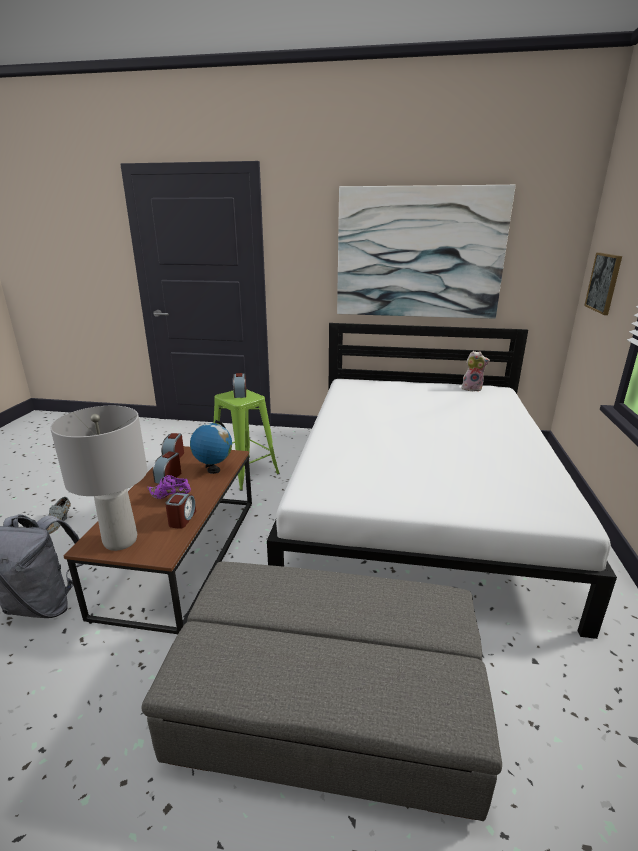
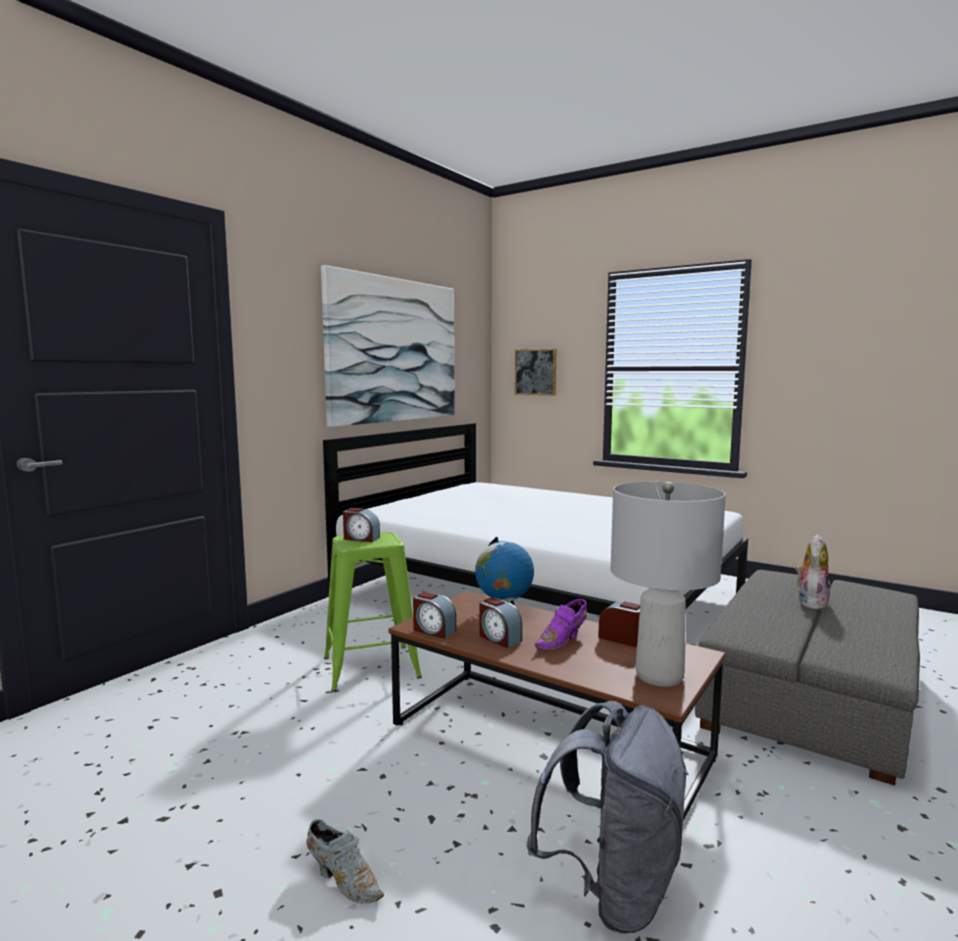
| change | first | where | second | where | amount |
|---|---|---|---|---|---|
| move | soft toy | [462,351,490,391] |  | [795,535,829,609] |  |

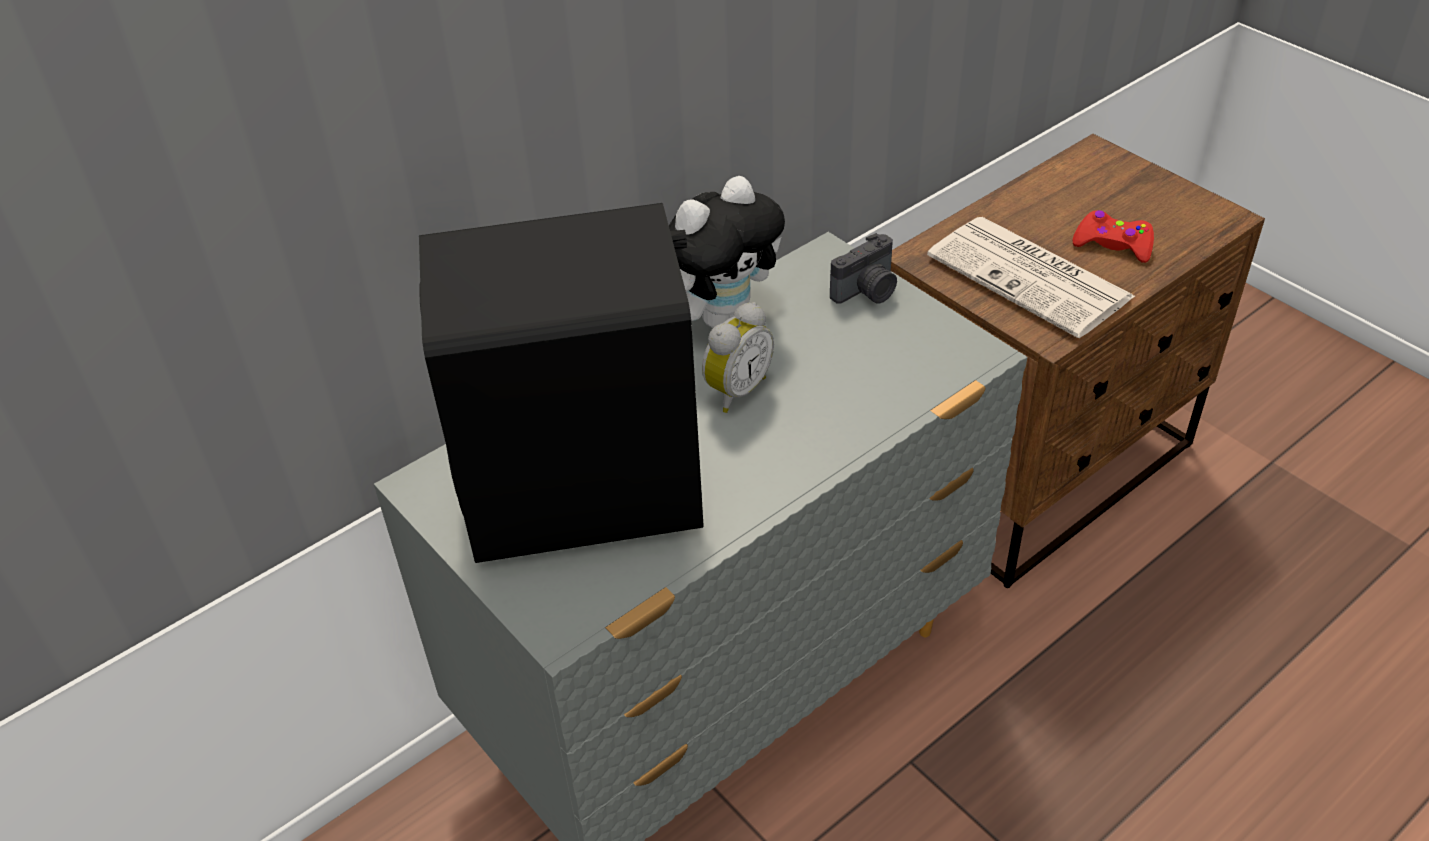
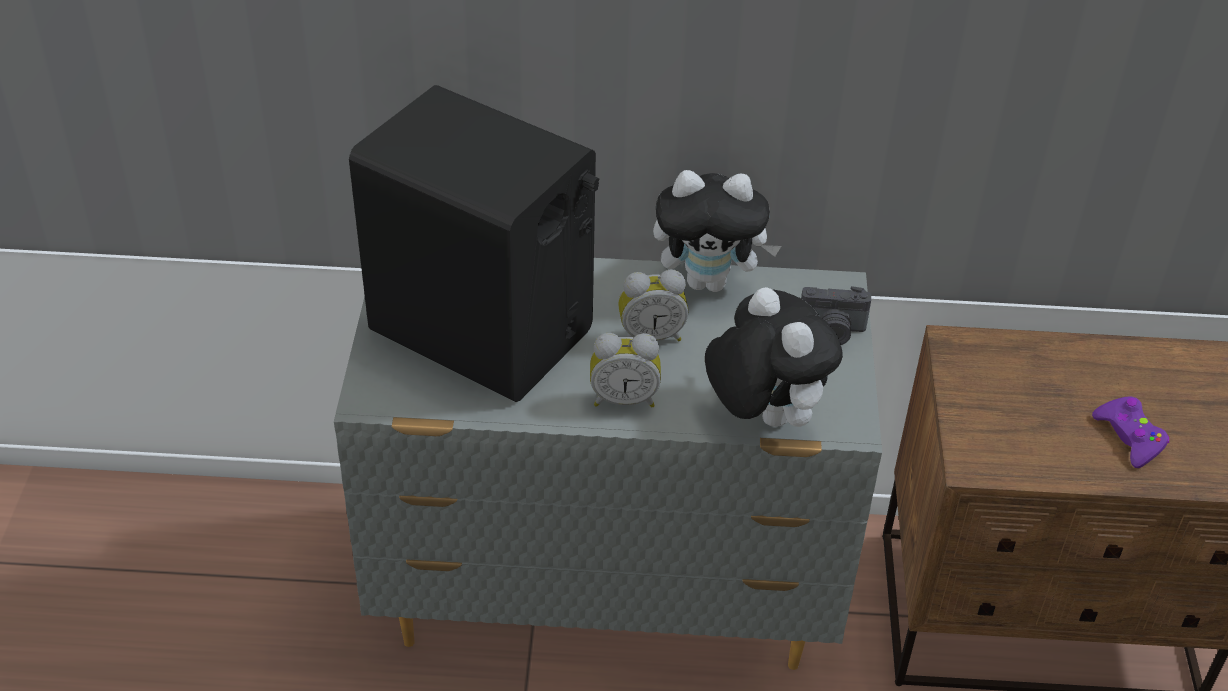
| change | first | where | second | where | amount |
|---|---|---|---|---|---|
| recolor | reddish game controller | [1073,210,1154,263] | purple game controller | [1092,397,1169,468] |  |
| delete | daily paper | [927,217,1136,338] |  |  |  |
| insert |  |  | soft toy | [705,287,843,427] |  |
| insert |  |  | table clock | [590,333,661,407] |  |

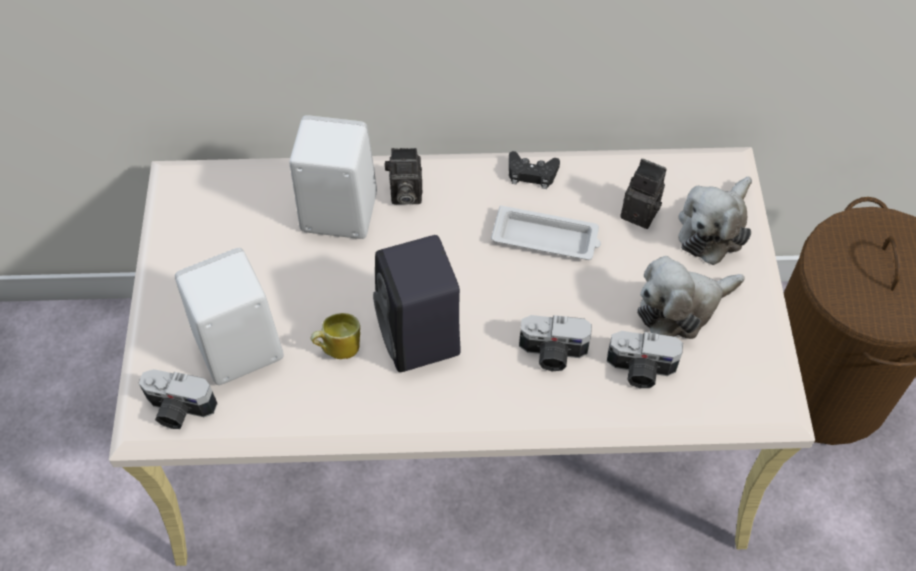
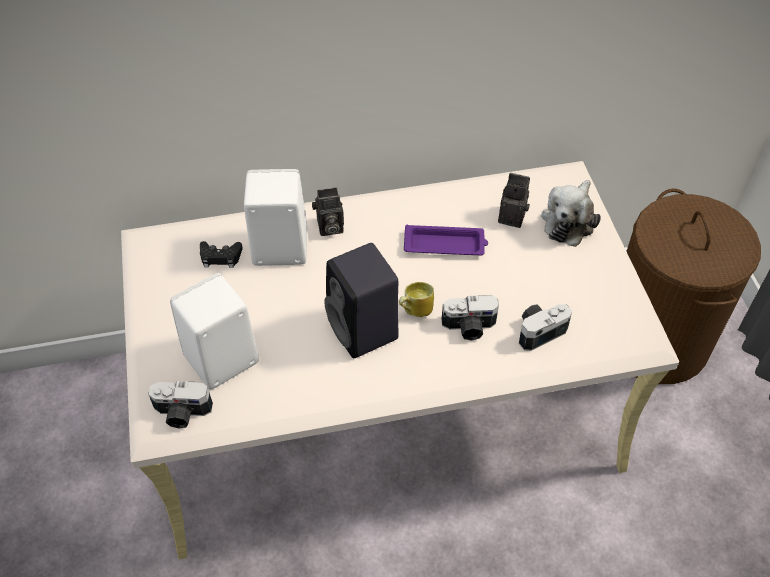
| change | first | where | second | where | amount |
|---|---|---|---|---|---|
| move | black-coloured game controller | [509,151,560,189] |  | [200,241,243,268] |  |
| recolor | whitish tray | [491,205,601,260] | purple tray | [404,225,488,256] |  |
| delete | soft toy | [637,256,745,339] |  |  |  |
| move | mug | [311,313,360,359] |  | [398,282,434,317] |  |
| rotate | still camera | [607,331,683,388] |  | [519,304,572,351] | 150 degrees clockwise |

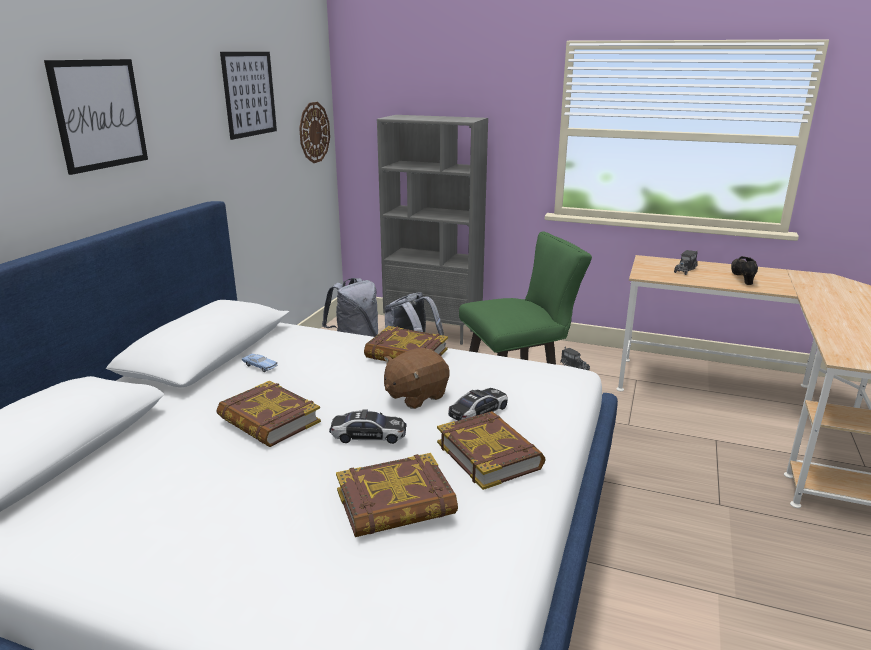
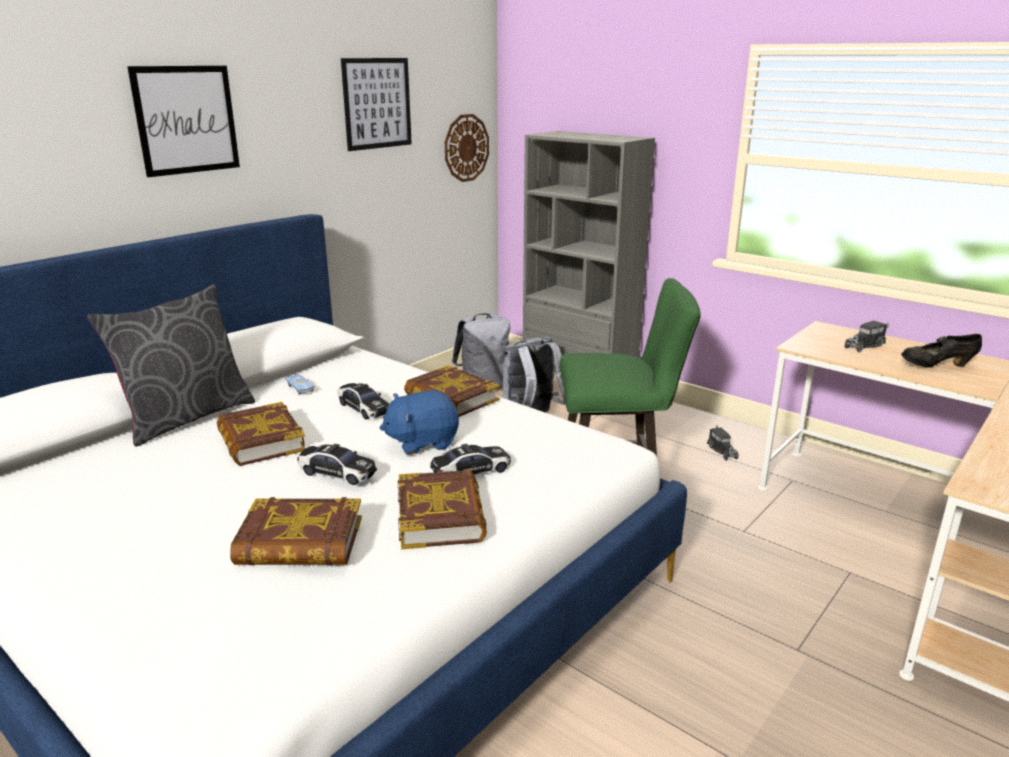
| change | first | where | second | where | amount |
|---|---|---|---|---|---|
| rotate | black-coloured shoe | [731,256,758,285] |  | [901,334,982,368] | 120 degrees counterclockwise |
| recolor | brown soft toy | [384,348,450,409] | bluish soft toy | [380,390,459,455] |  |
| insert |  |  | greyish throw pillow | [87,284,255,446] |  |
| insert |  |  | model car | [338,383,389,419] |  |

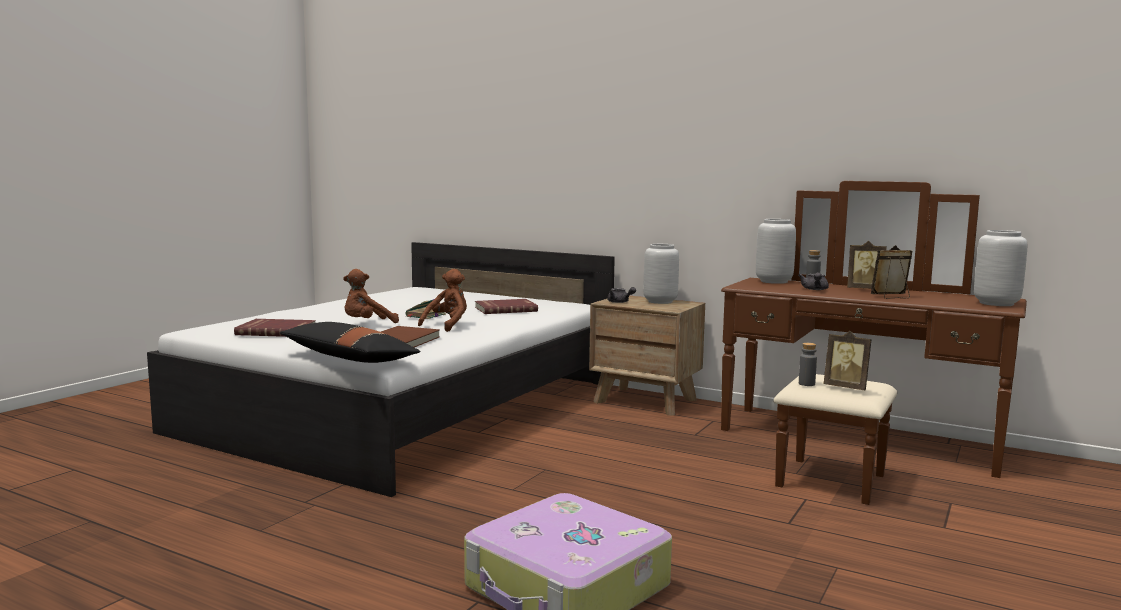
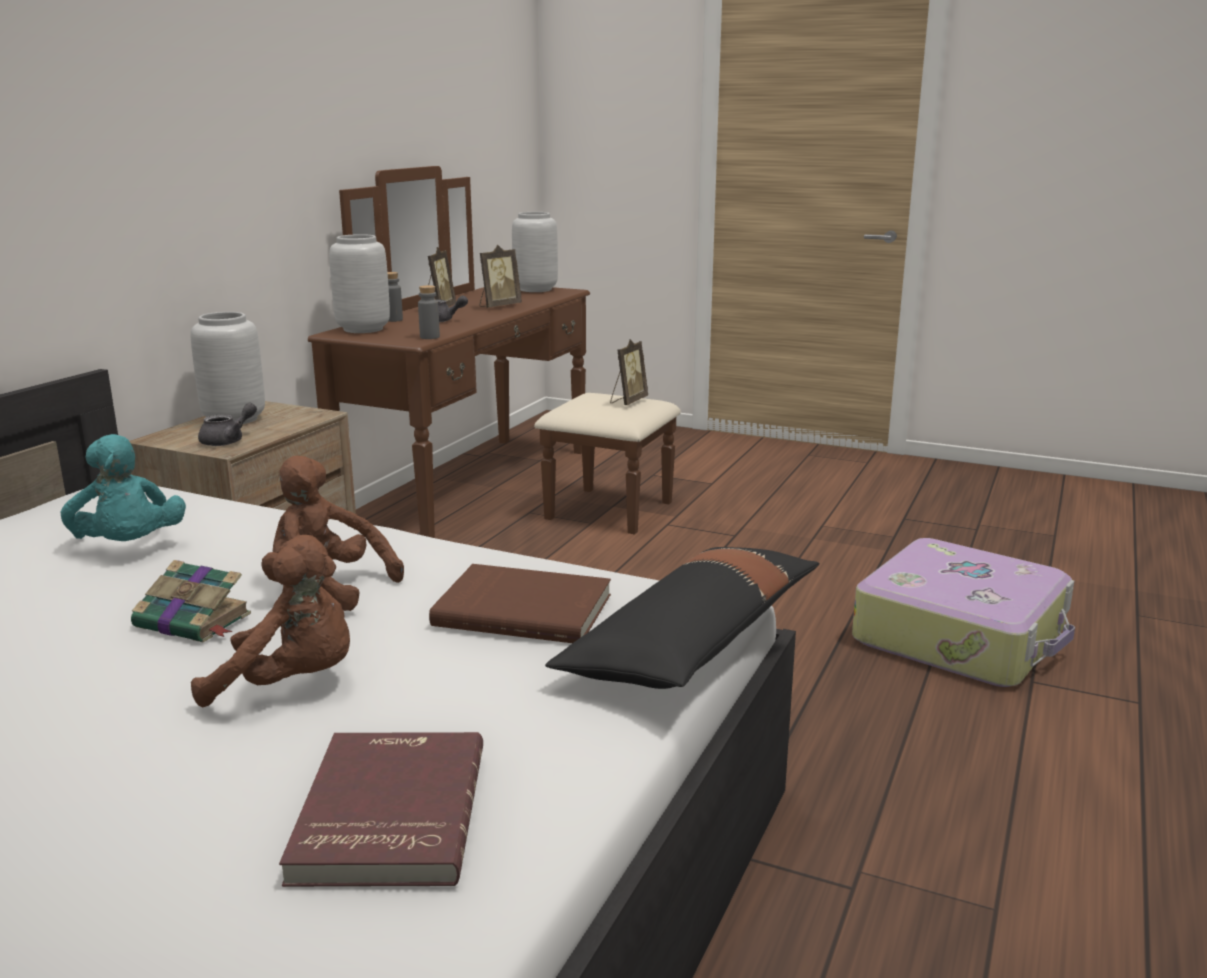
| change | first | where | second | where | amount |
|---|---|---|---|---|---|
| rotate | picture frame | [871,245,912,299] |  | [480,245,522,308] | 120 degrees counterclockwise |
| rotate | brown soft toy | [343,269,399,323] |  | [191,535,350,707] | 45 degrees counterclockwise |
| replace | reddish volume | [475,299,538,314] | blue-green soft toy | [61,434,186,541] |  |
| move | greyish drink bottle | [799,343,817,386] |  | [418,285,440,339] |  |

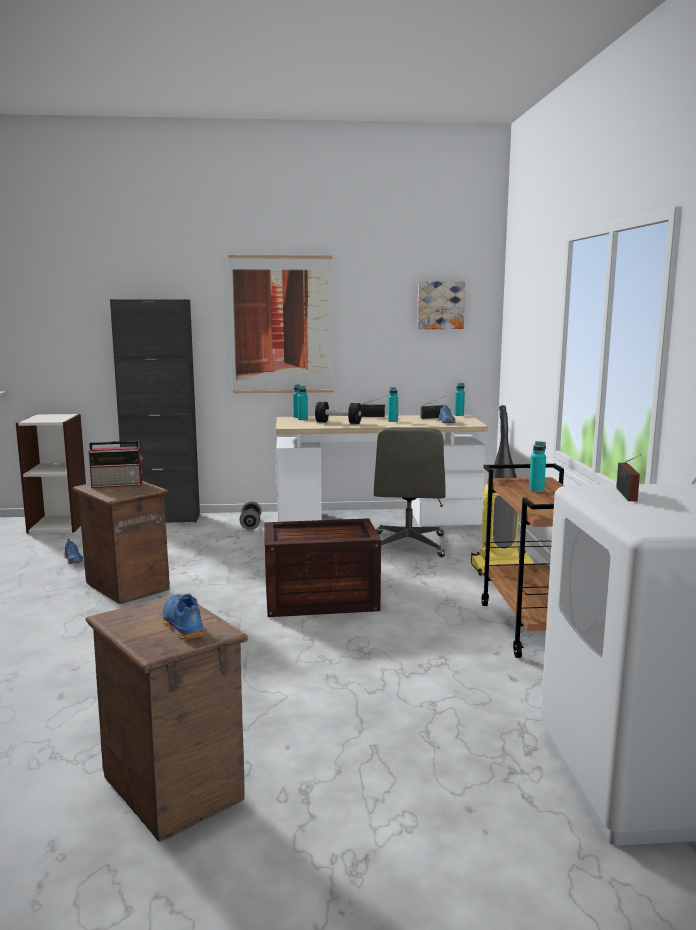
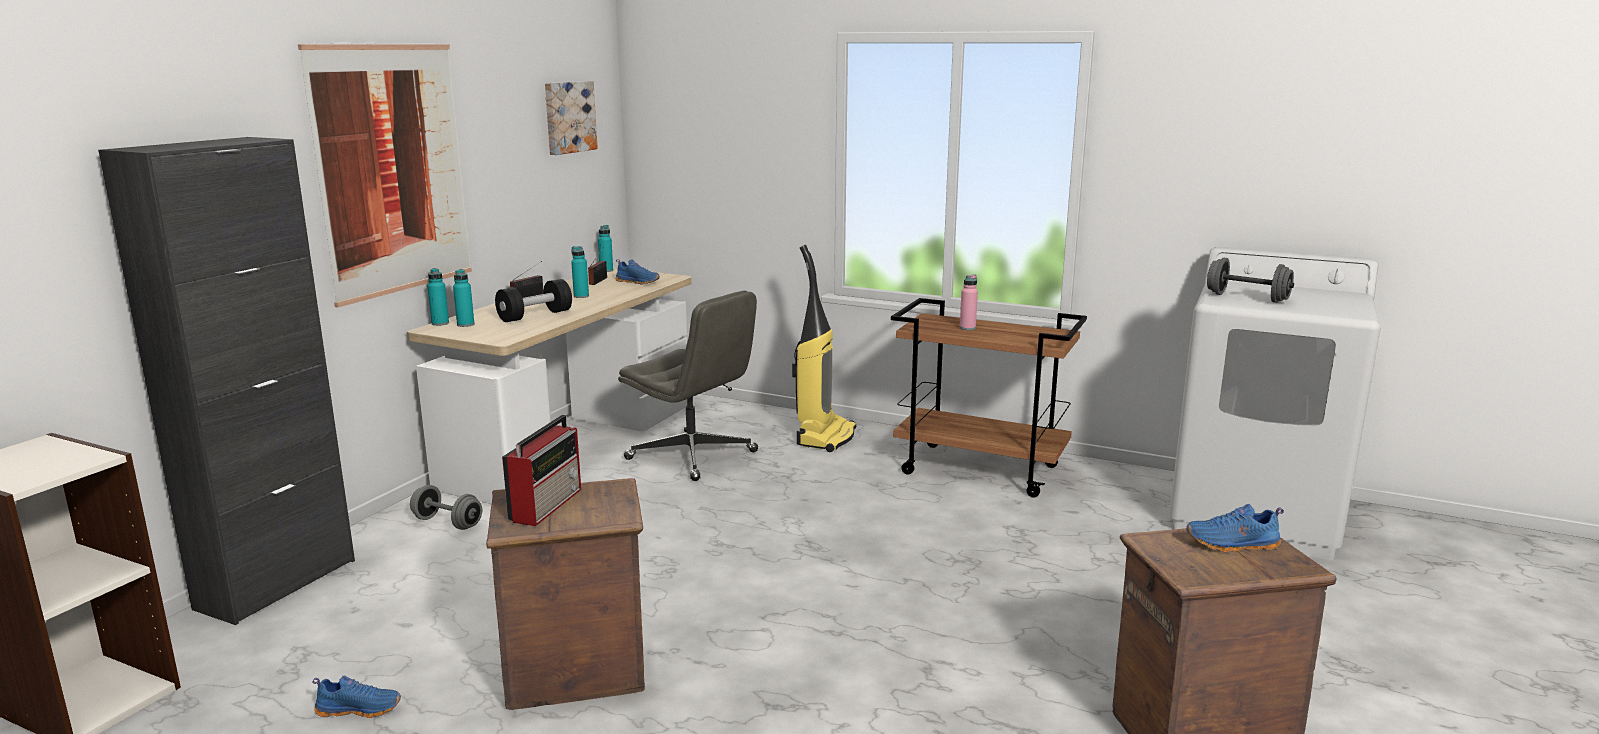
| change | first | where | second | where | amount |
|---|---|---|---|---|---|
| recolor | blue-green drink bottle | [529,441,546,492] | pinkish drink bottle | [960,274,978,330] |  |
| replace | radio | [616,455,641,501] | greyish free weight | [1207,258,1294,303] |  |
| delete | packing crate | [264,518,381,617] |  |  |  |

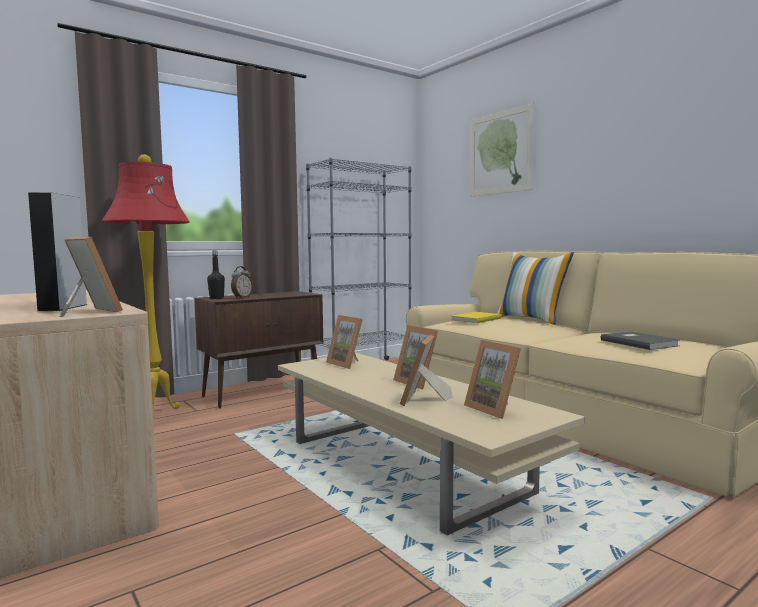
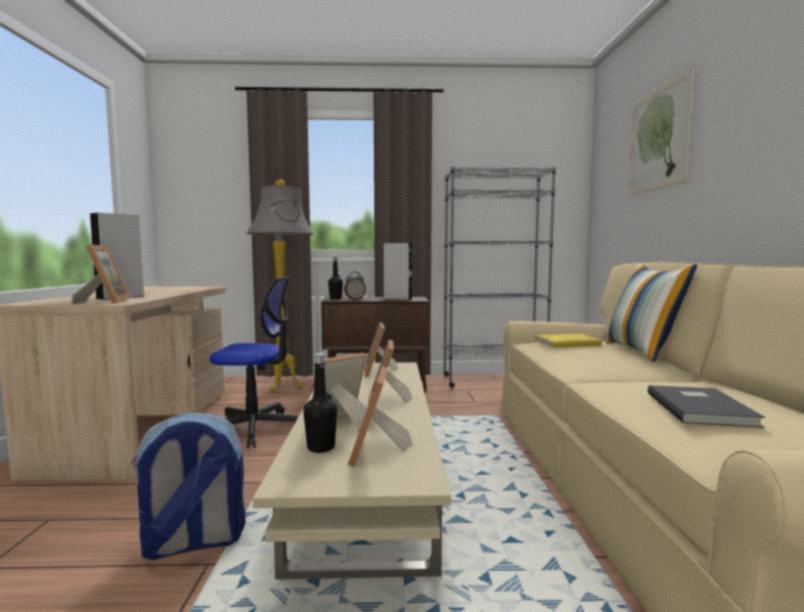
| change | first | where | second | where | amount |
|---|---|---|---|---|---|
| recolor | reddish floor lamp | [102,154,190,417] | greyish floor lamp | [247,179,314,392] |  |
| insert |  |  | greyish audio speaker | [384,243,412,300] |  |
| insert |  |  | computer chair | [210,277,298,448] |  |
| insert |  |  | black-coloured drink bottle | [303,353,337,453] |  |
| insert |  |  | knapsack | [130,412,246,560] |  |

